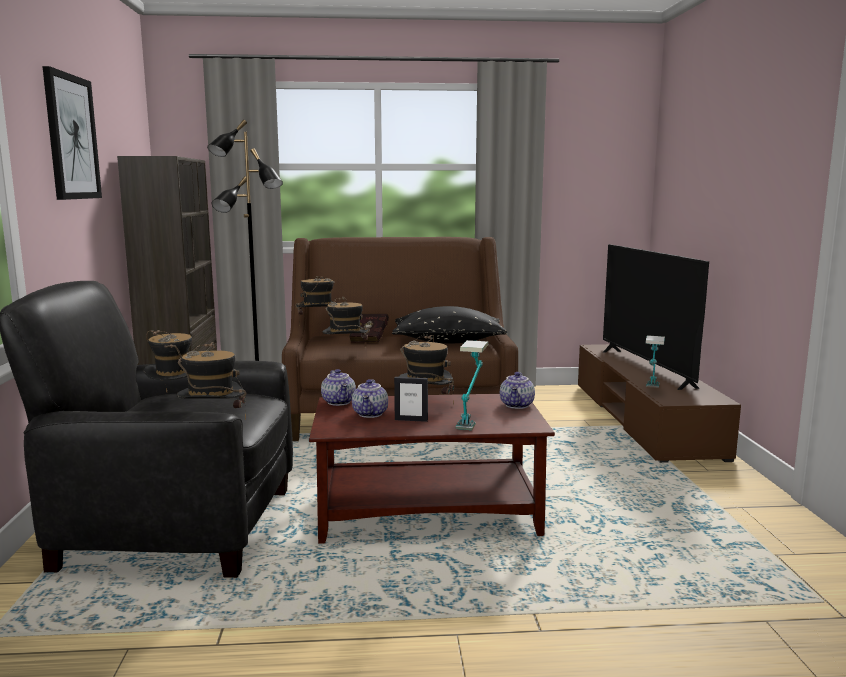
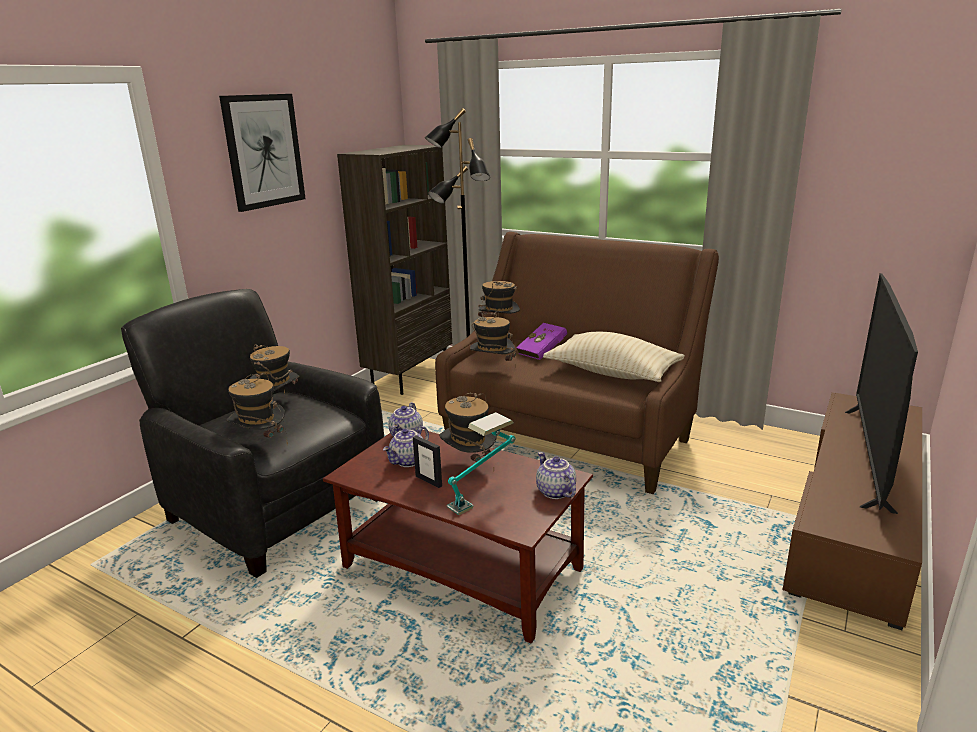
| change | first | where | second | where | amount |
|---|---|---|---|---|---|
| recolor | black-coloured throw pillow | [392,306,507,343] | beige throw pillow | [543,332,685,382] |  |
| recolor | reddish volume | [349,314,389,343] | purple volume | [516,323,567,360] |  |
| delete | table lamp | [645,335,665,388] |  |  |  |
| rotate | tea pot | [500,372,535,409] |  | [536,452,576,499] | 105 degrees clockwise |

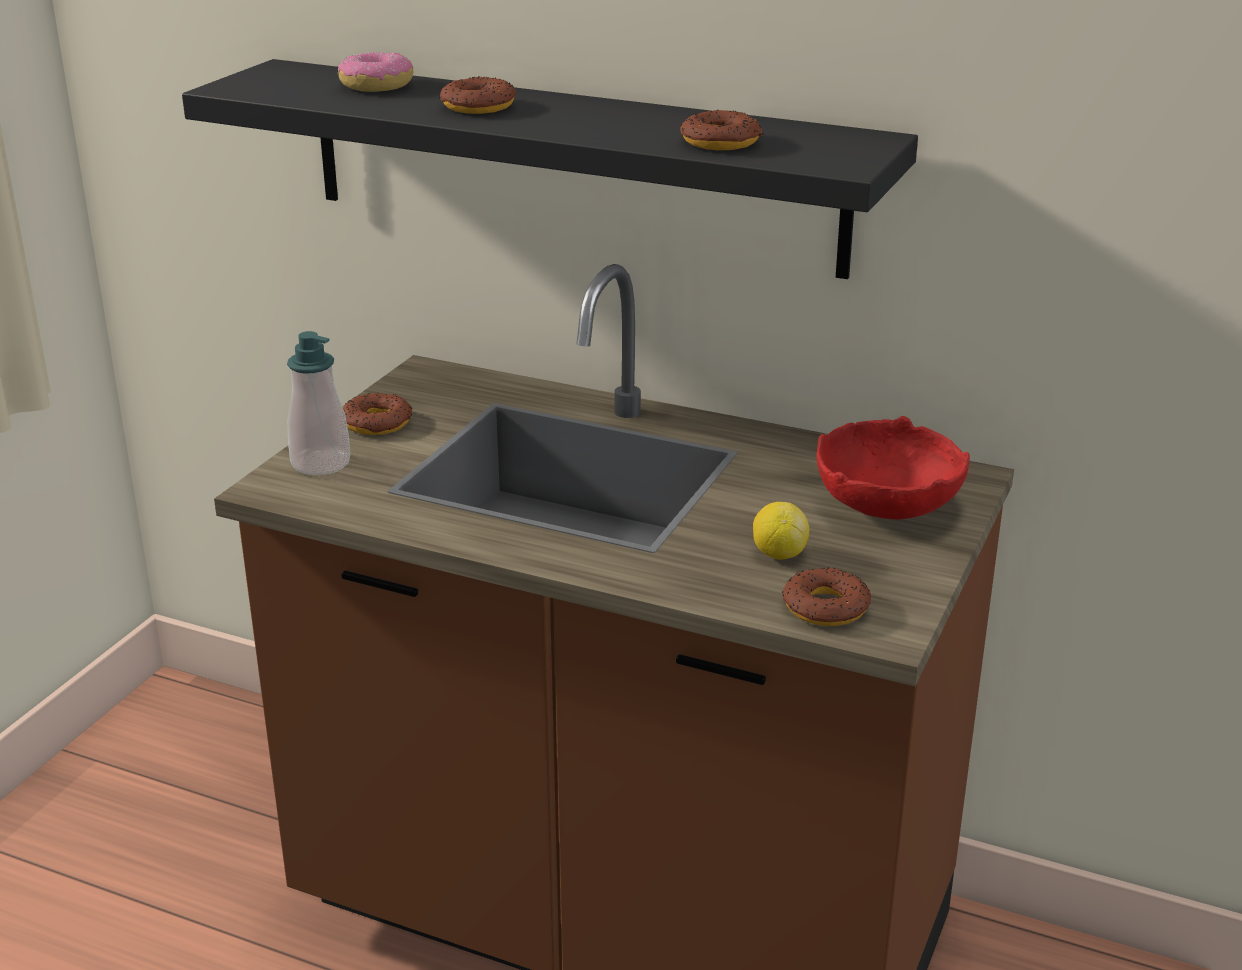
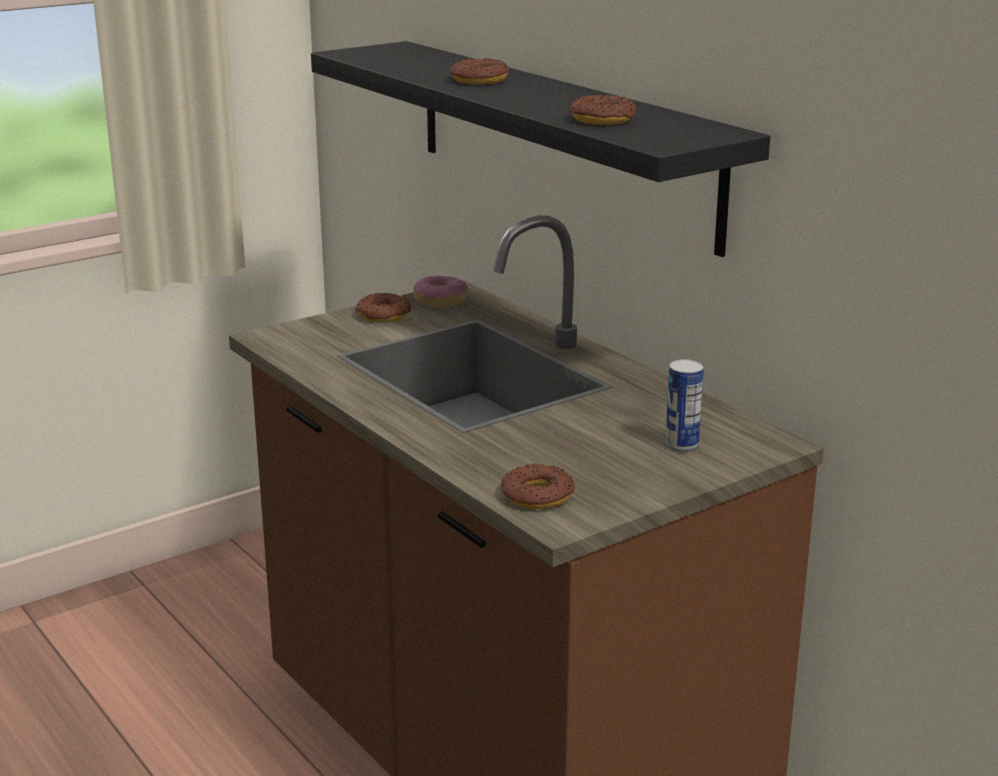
| change | first | where | second | where | amount |
|---|---|---|---|---|---|
| move | donut | [338,52,413,92] |  | [414,276,469,308] |  |
| delete | liquid soap bottle | [287,331,350,475] |  |  |  |
| replace | reddish bowl | [817,416,970,519] | metal can | [665,359,704,452] |  |
| delete | whole lemon | [753,502,809,560] |  |  |  |

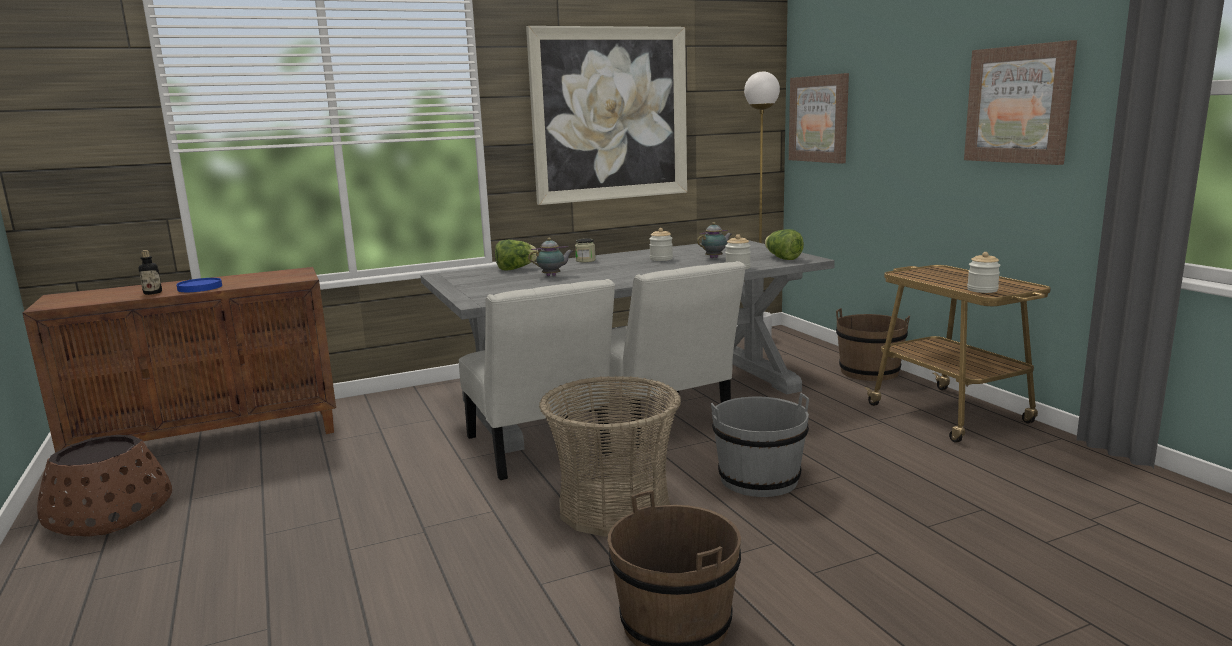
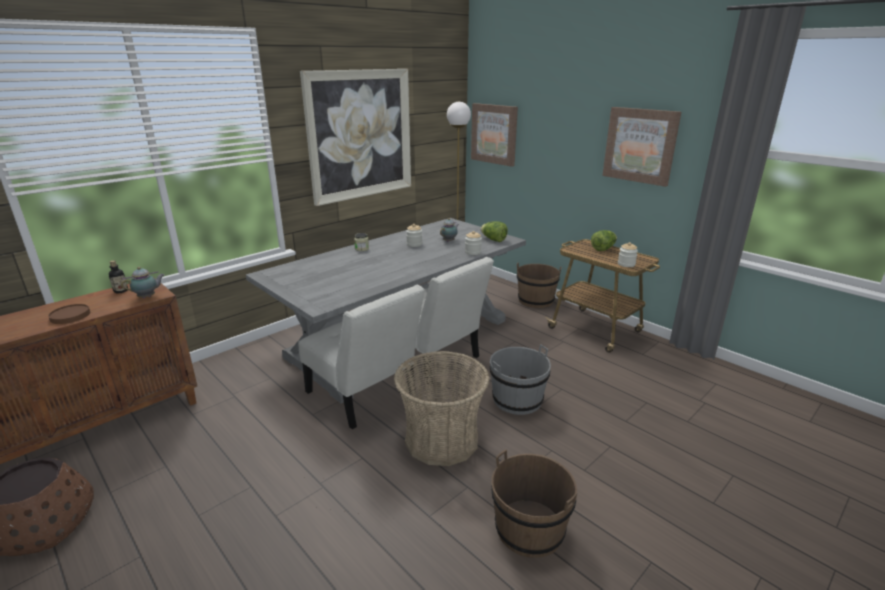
| change | first | where | second | where | amount |
|---|---|---|---|---|---|
| move | tea pot | [528,238,573,276] |  | [121,267,164,298] |  |
| move | lettuce | [495,240,538,270] |  | [591,230,617,251] |  |
| move | drink bottle | [139,250,162,295] |  | [109,260,128,293] |  |
| recolor | bluish dinner plate | [176,278,222,292] | brown dinner plate | [48,304,90,324] |  |

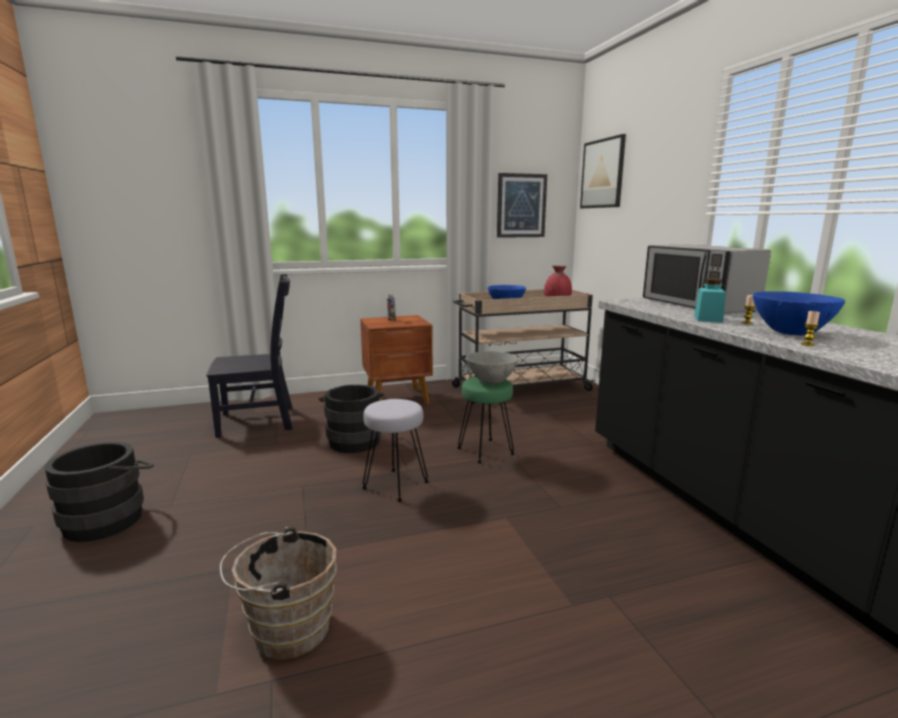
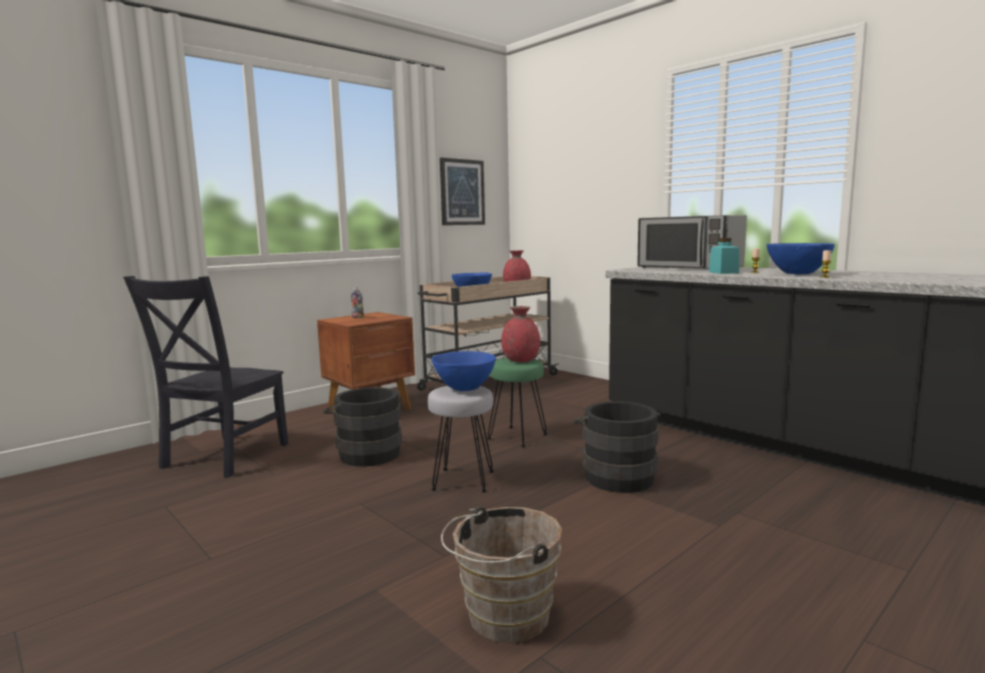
| change | first | where | second | where | amount |
|---|---|---|---|---|---|
| delete | picture | [580,134,626,208] |  |  |  |
| rotate | black-coloured chair | [206,274,293,438] |  | [123,276,288,477] | 150 degrees clockwise |
| replace | greyish bowl | [466,351,518,384] | reddish vase | [501,306,540,362] |  |
| move | black-coloured water bucket | [44,442,154,542] |  | [573,401,661,493] |  |
| insert |  |  | bluish bowl | [431,351,496,391] |  |

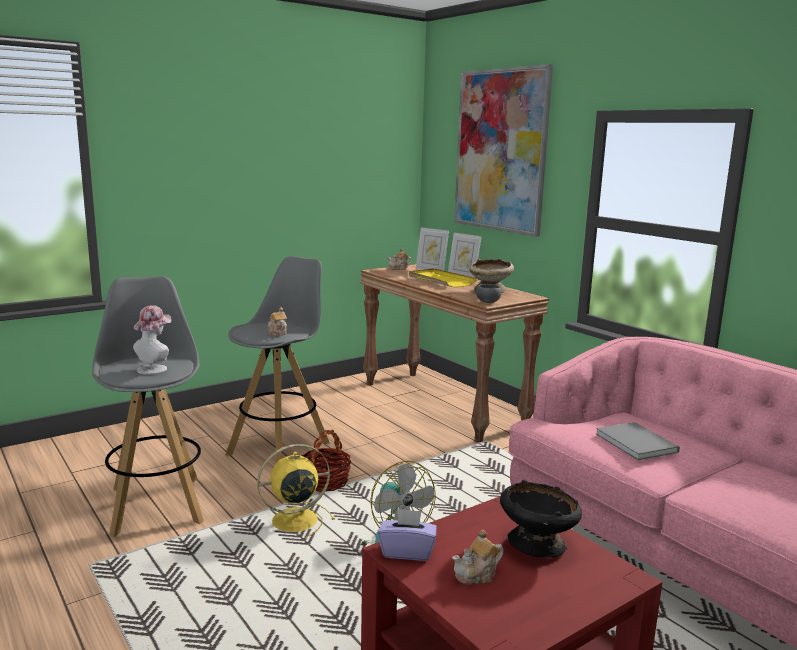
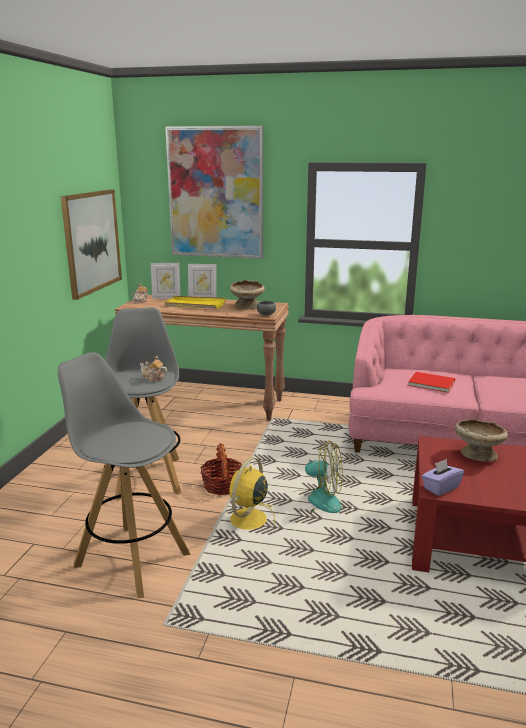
| change | first | where | second | where | amount |
|---|---|---|---|---|---|
| delete | hat | [133,305,172,375] |  |  |  |
| recolor | greyish volume | [596,422,680,460] | reddish volume | [408,372,455,393] |  |
| recolor | black-coloured bowl | [500,479,582,558] | beige bowl | [455,418,508,462] |  |
| delete | tea pot | [452,530,504,584] |  |  |  |
| insert |  |  | picture | [61,189,122,300] |  |

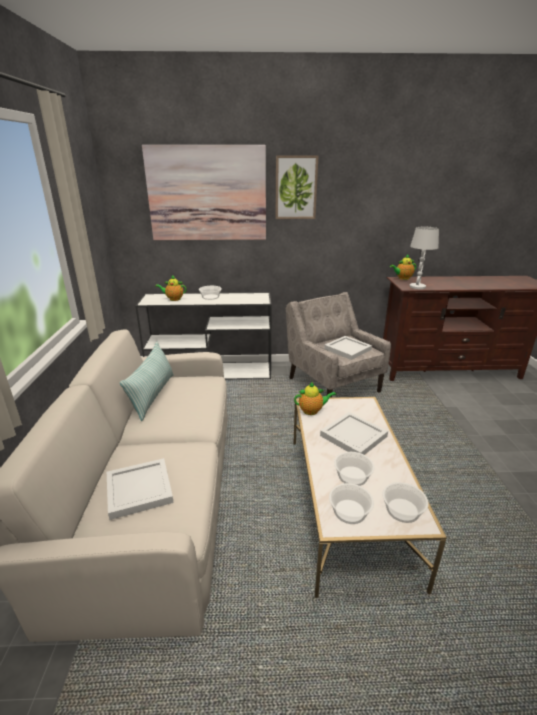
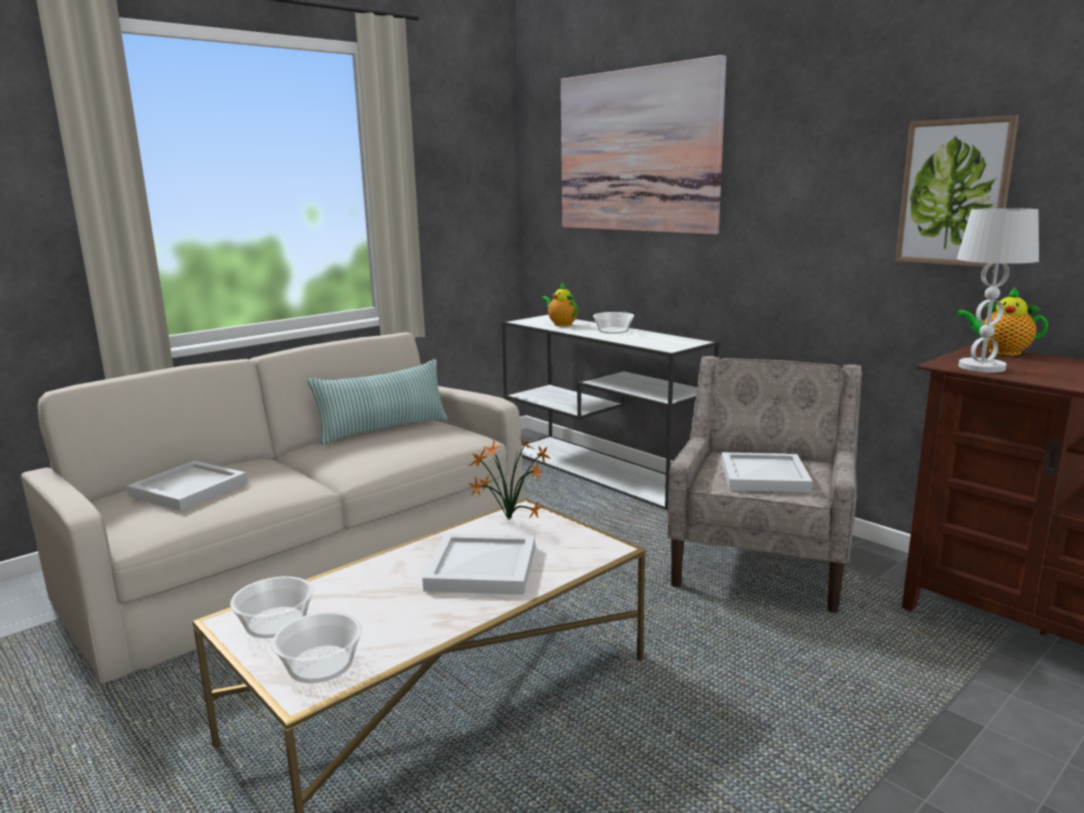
| change | first | where | second | where | amount |
|---|---|---|---|---|---|
| move | picture | [276,155,319,219] |  | [895,115,1019,268] |  |
| replace | tea pot | [294,382,336,415] | plant in a pot | [468,437,550,520] |  |
| delete | bowl | [334,452,375,486] |  |  |  |

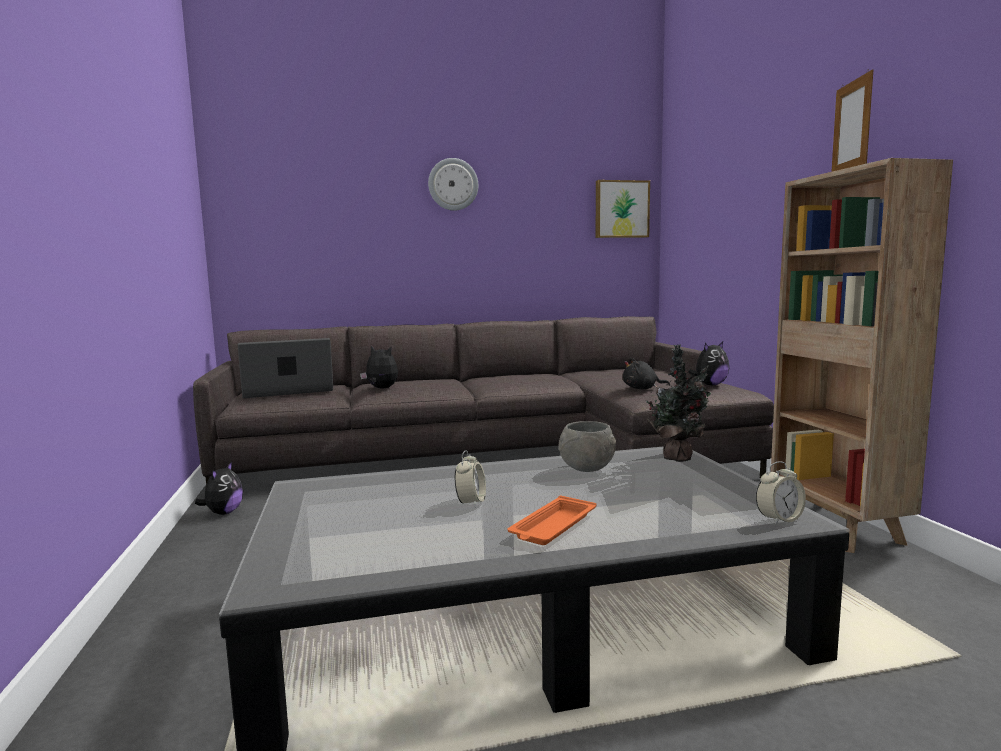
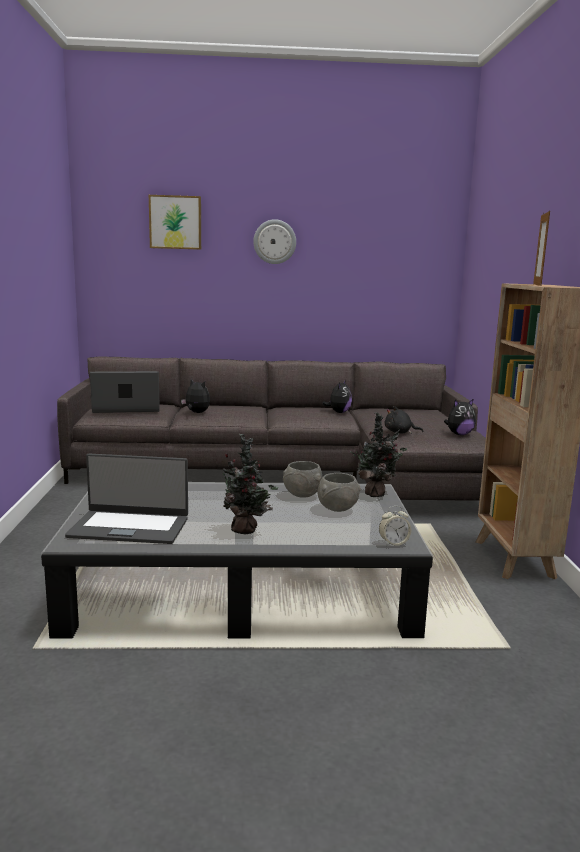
| change | first | where | second | where | amount |
|---|---|---|---|---|---|
| move | picture | [596,180,650,238] |  | [149,195,201,250] |  |
| delete | table clock | [455,450,486,508] |  |  |  |
| move | soft toy | [195,461,243,515] |  | [322,380,352,413] |  |
| replace | orange-coloured tray | [508,495,596,545] | plant in a pot | [217,434,278,534] |  |
| insert |  |  | notebook computer | [65,454,188,544] |  |
| insert |  |  | greyish bowl | [318,473,361,512] |  |

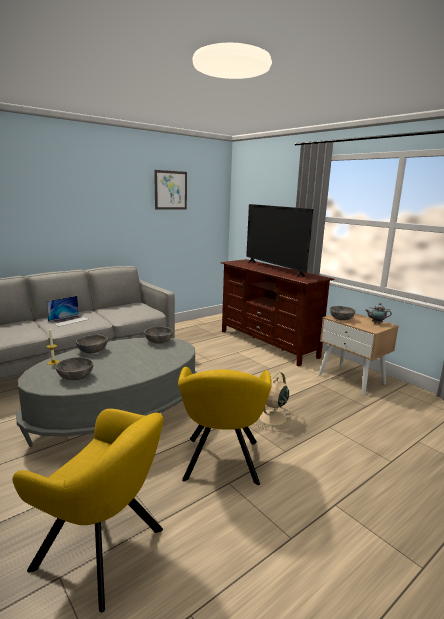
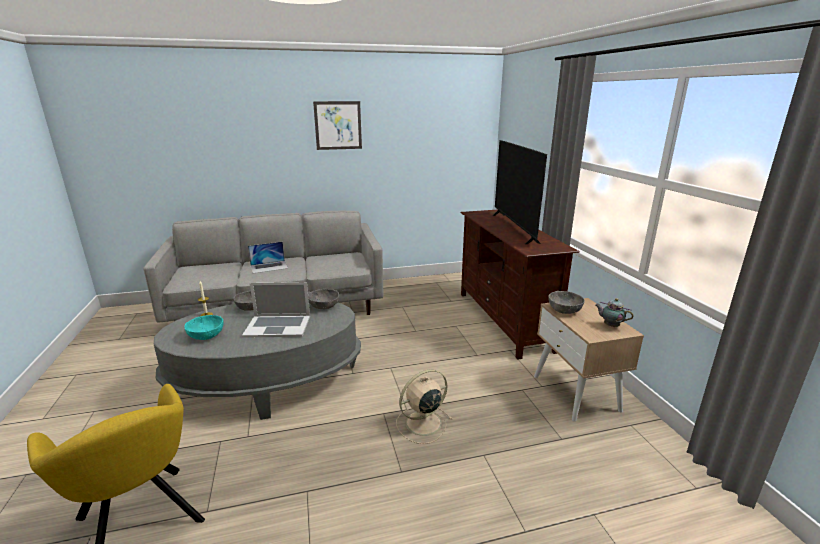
| change | first | where | second | where | amount |
|---|---|---|---|---|---|
| move | picture | [154,170,187,210] |  | [313,101,362,150] |  |
| recolor | greyish bowl | [55,357,93,380] | blue-green bowl | [184,315,224,340] |  |
| delete | yellowish lounge chair | [178,367,272,485] |  |  |  |
| insert |  |  | notebook computer | [242,282,310,338] |  |

